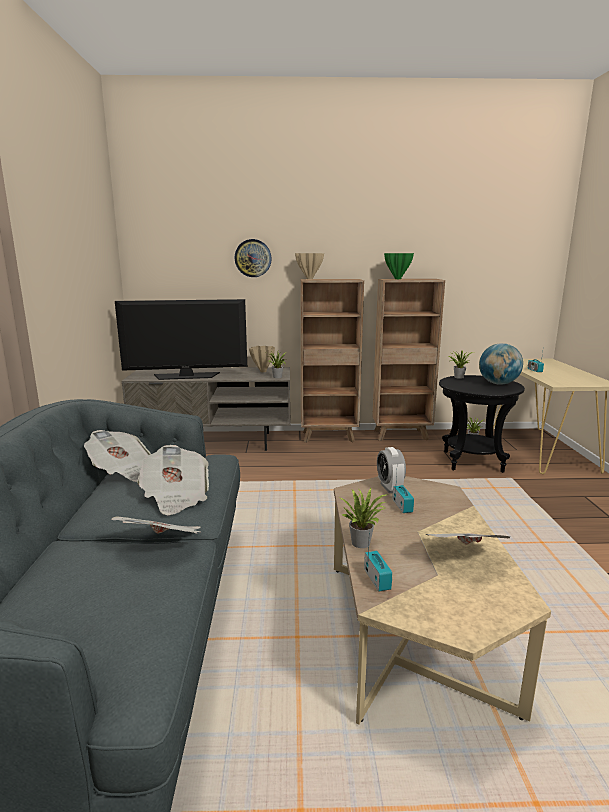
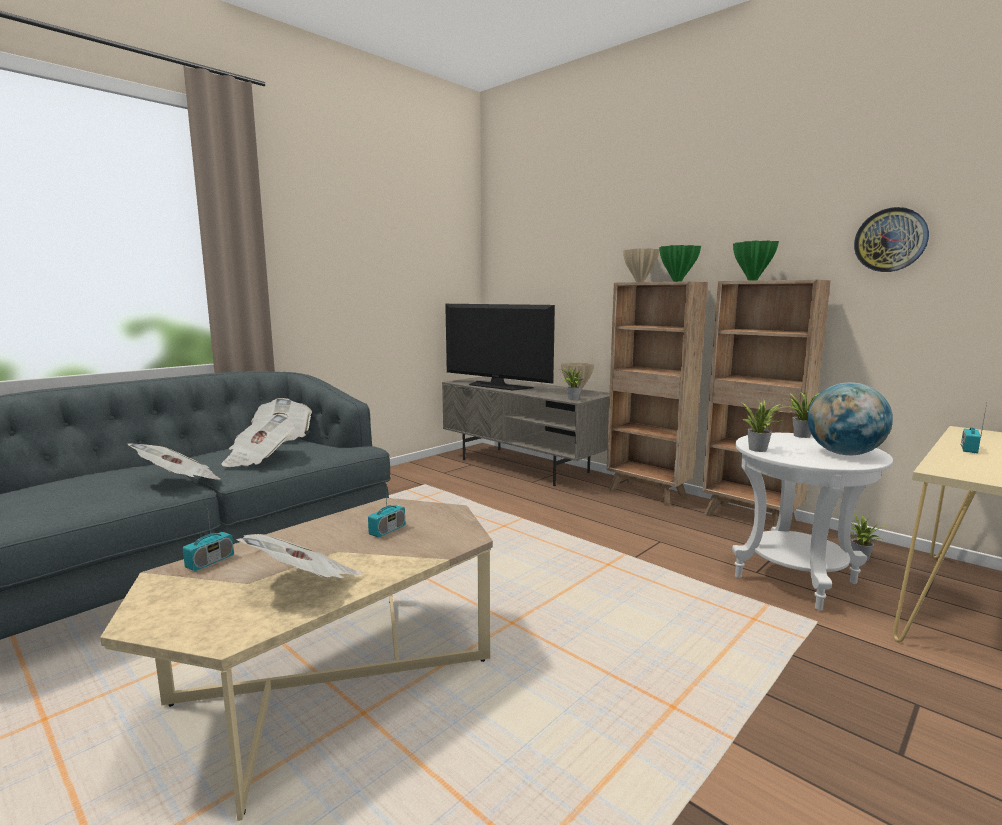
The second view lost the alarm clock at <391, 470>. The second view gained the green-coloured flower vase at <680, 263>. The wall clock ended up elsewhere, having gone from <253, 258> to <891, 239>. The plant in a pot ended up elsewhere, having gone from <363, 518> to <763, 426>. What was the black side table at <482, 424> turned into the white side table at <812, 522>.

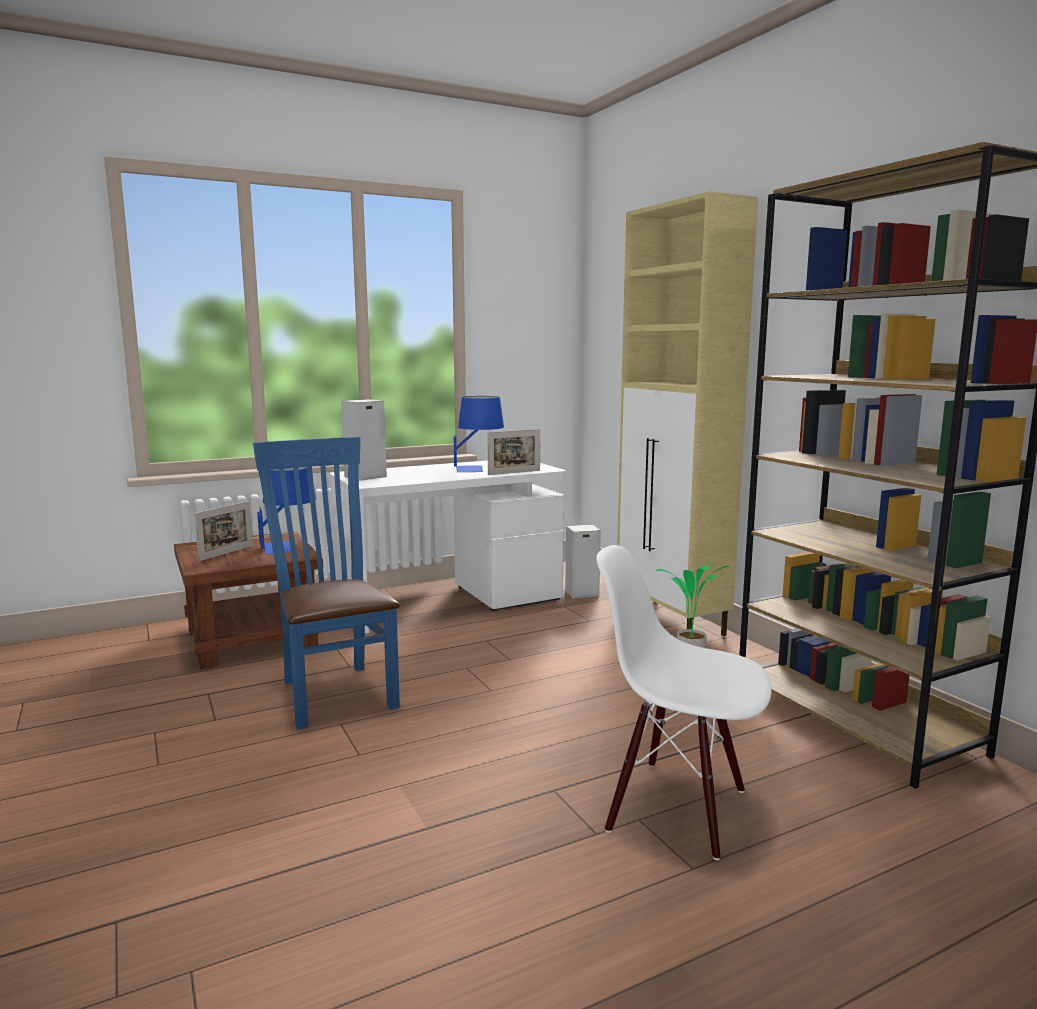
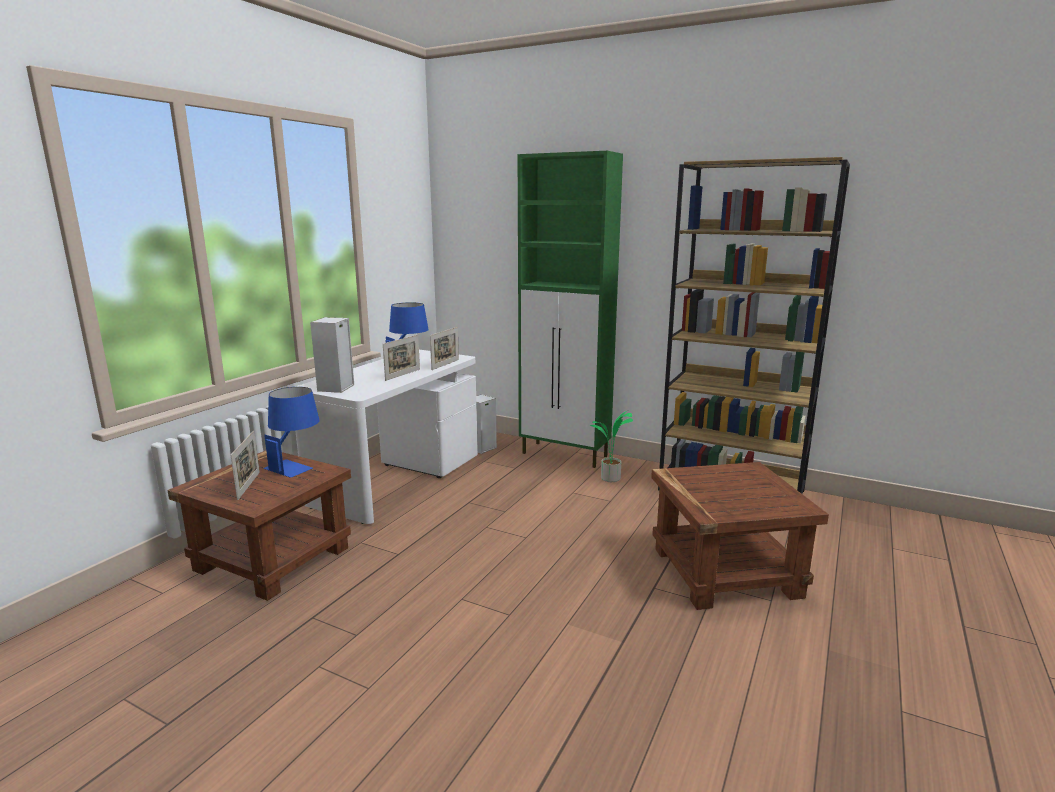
The second view lost the blue upright chair at <326, 583>. The second view gained the picture frame at <401, 358>. Where the white upright chair stood at <684, 702>, the brown-coloured side table came to stand at <740, 536>. What was the beige-coloured storage cabinet at <687, 413> turned into the green-coloured storage cabinet at <570, 309>.

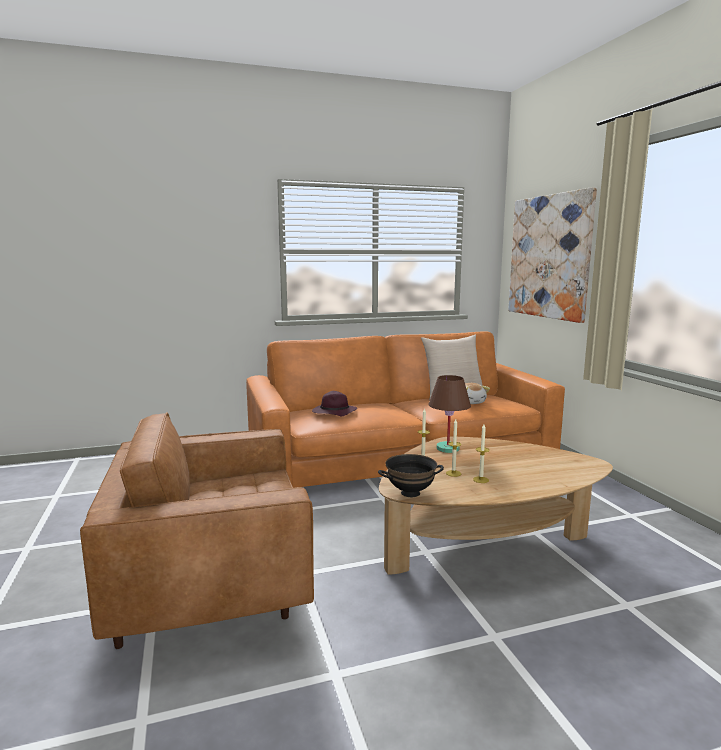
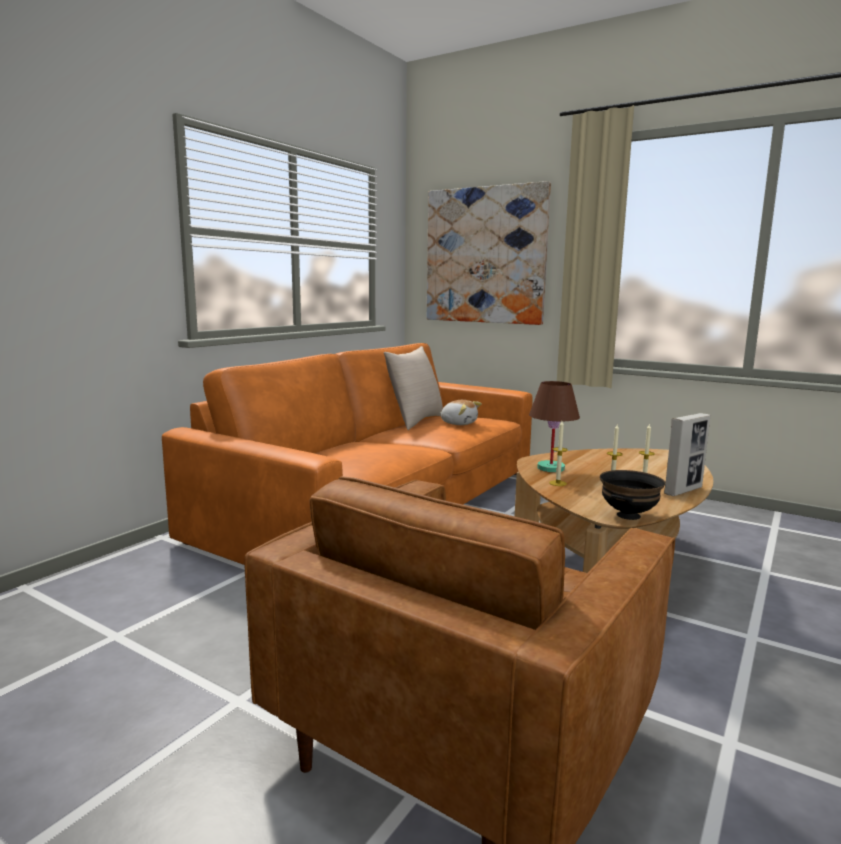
The second view lost the purplish clothing hat at <334, 404>. The second view gained the picture frame at <687, 454>.

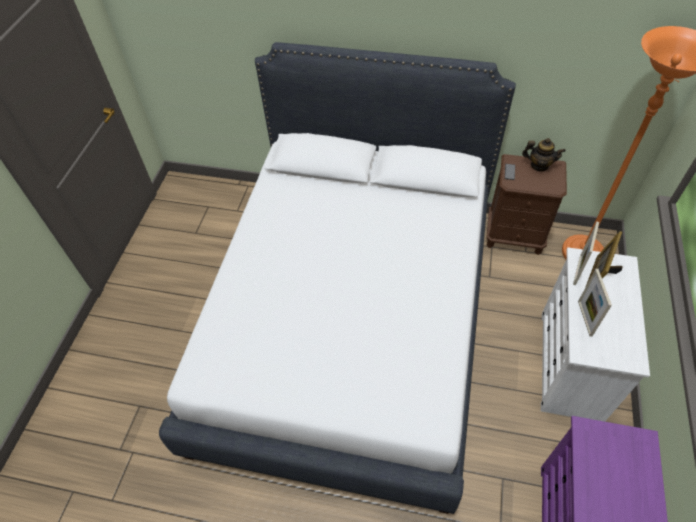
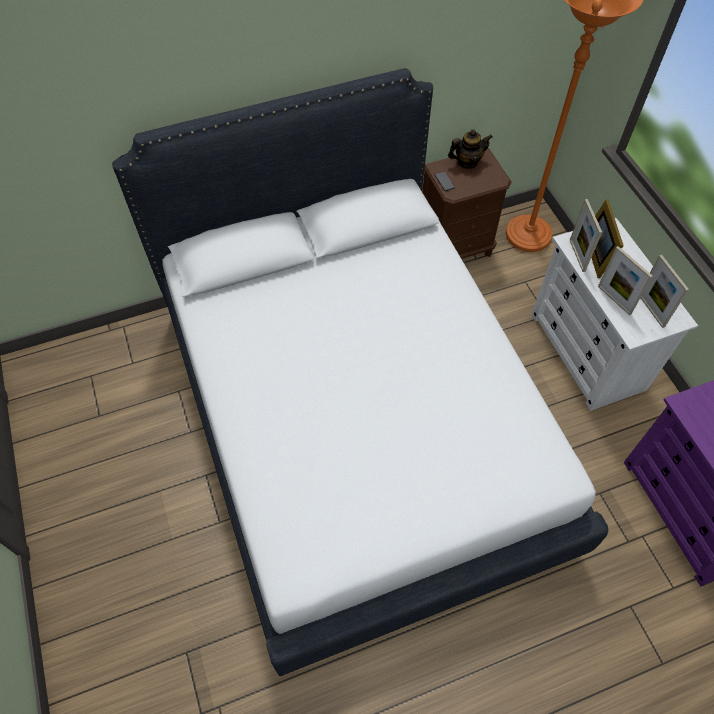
The second view gained the picture frame at <665, 291>.

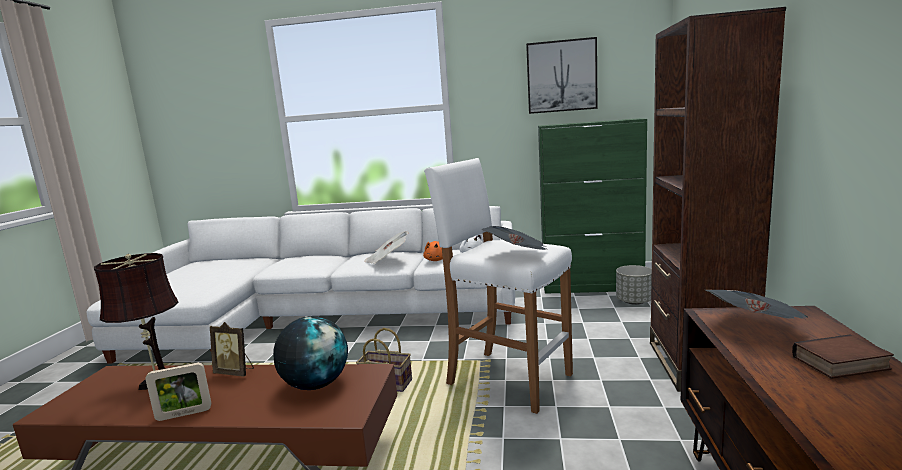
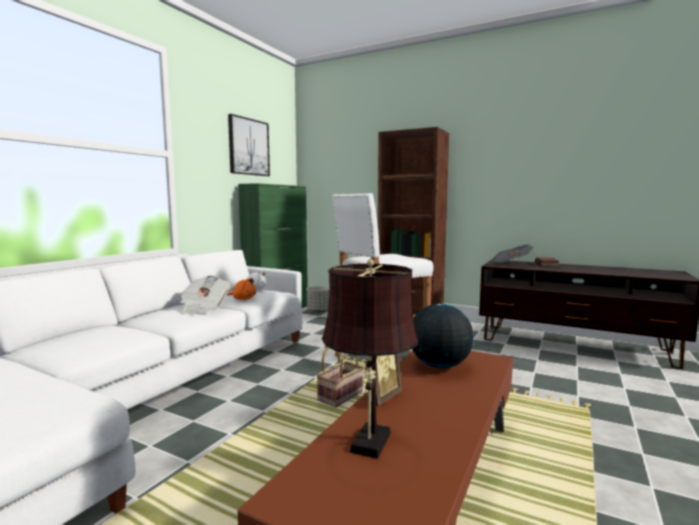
The second view lost the picture frame at <178, 391>. The second view lost the newspaper at <514, 238>.

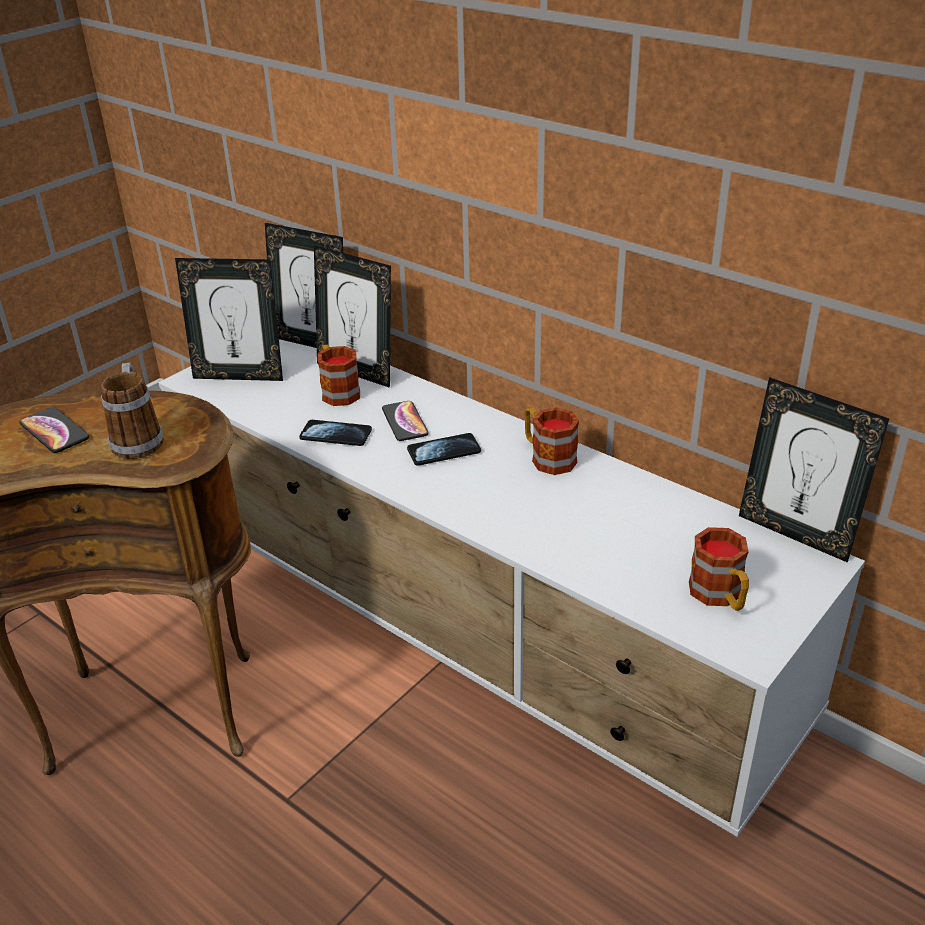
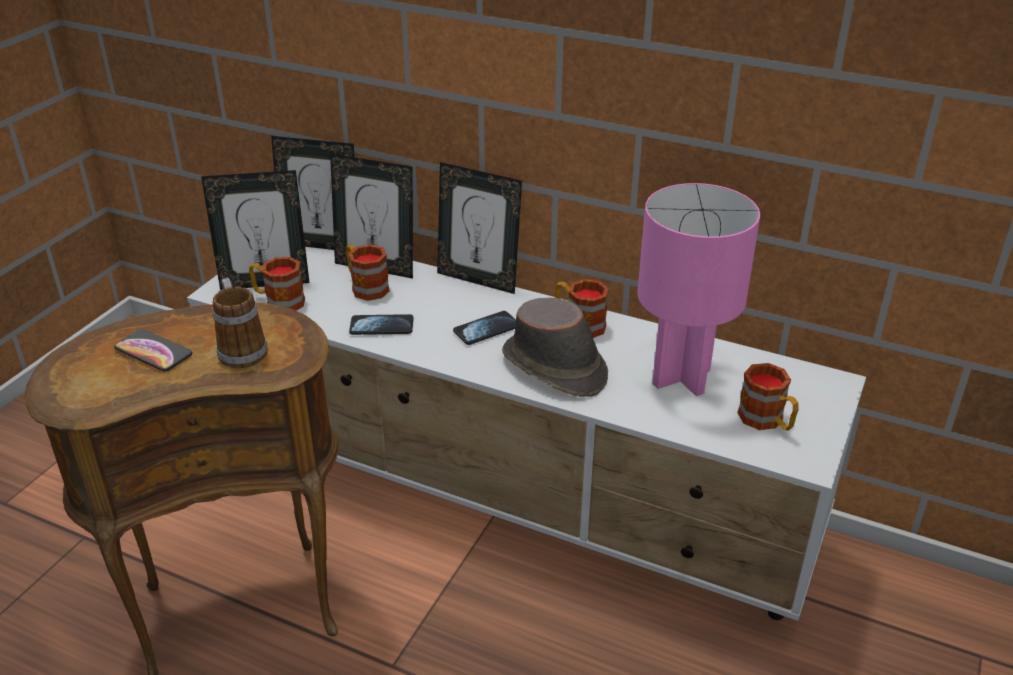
The second view lost the handset at <405, 421>. The second view gained the mug at <277, 284>. The second view gained the brown-coloured clothing hat at <555, 347>. The second view gained the pink-coloured table lamp at <699, 289>. The picture frame ended up elsewhere, having gone from <814, 470> to <479, 228>.

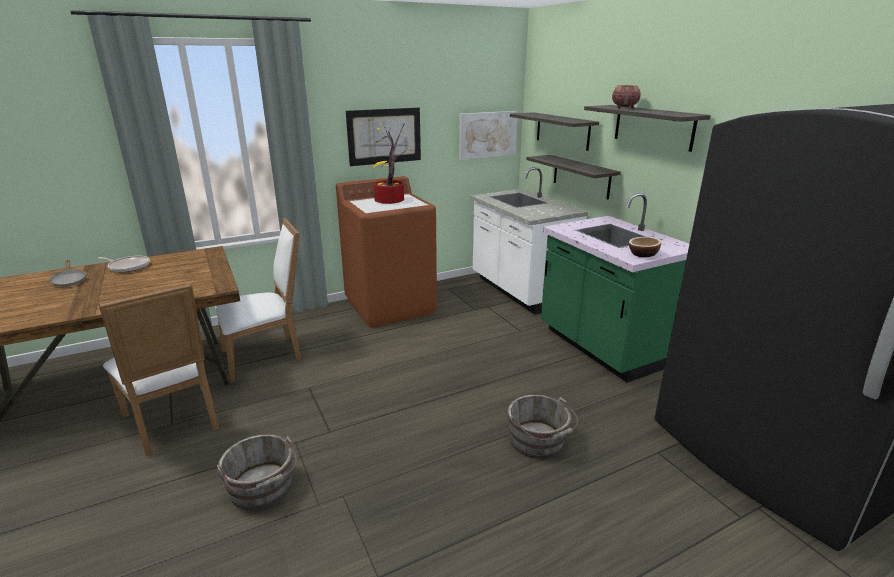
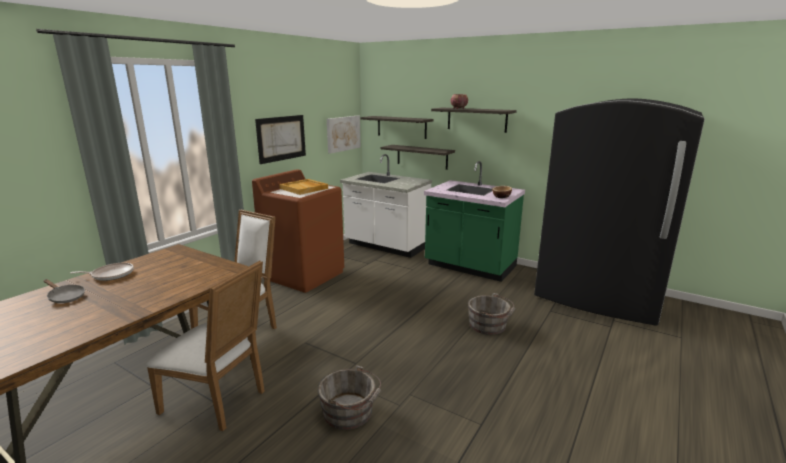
Where the plant in a pot stood at <392, 164>, the beige-coloured tray came to stand at <303, 187>.

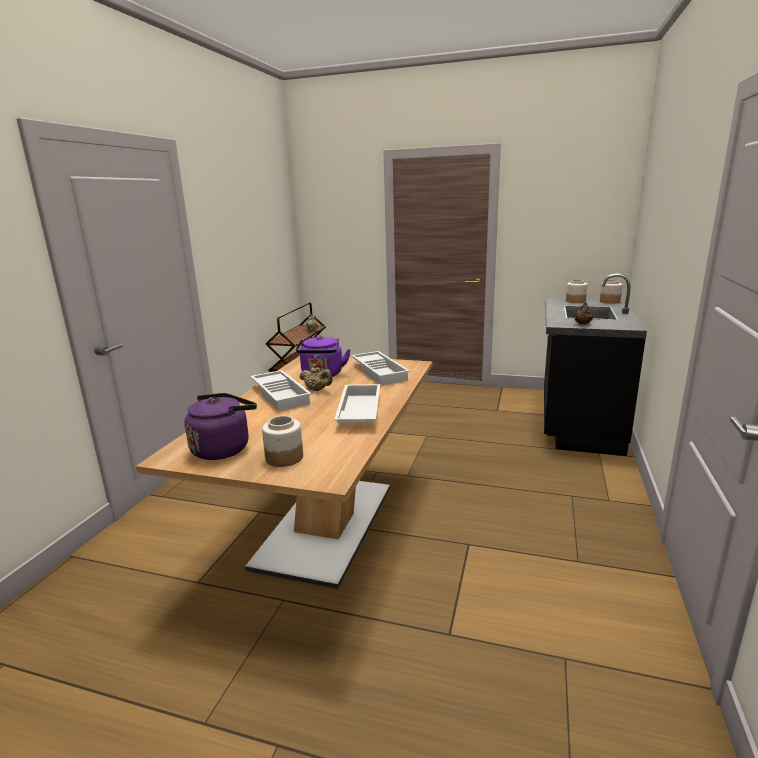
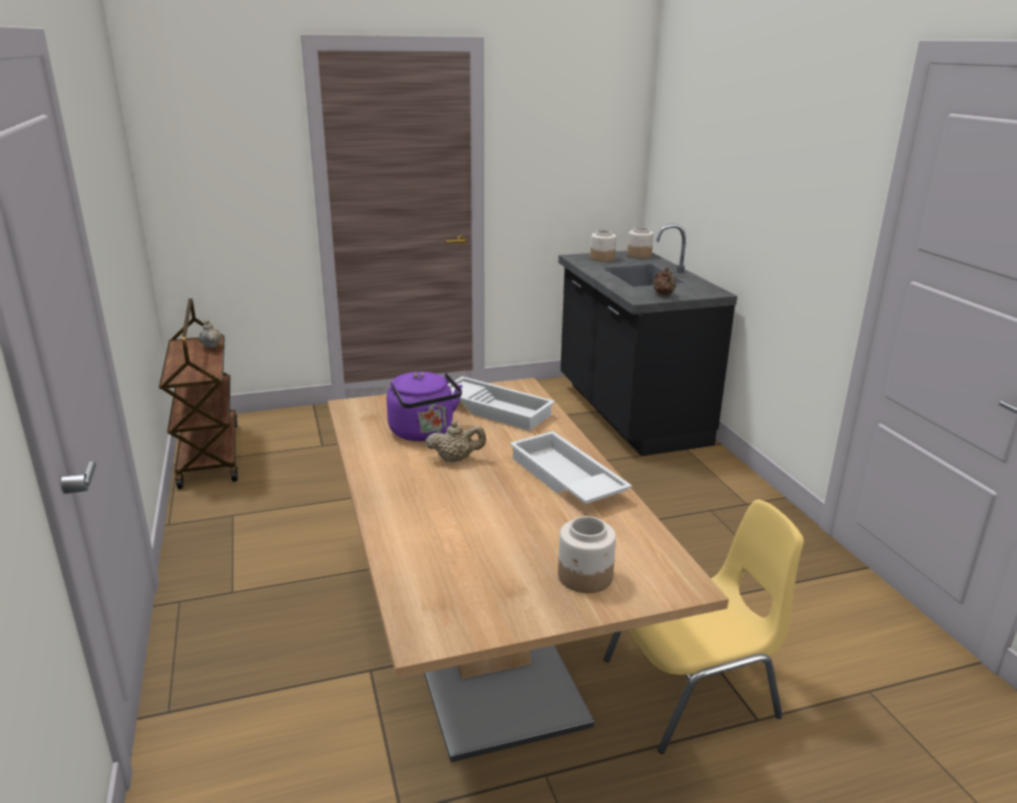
The second view lost the purplish water kettle at <221, 426>. The second view lost the white tray at <281, 390>. The second view gained the yellow upright chair at <704, 626>.

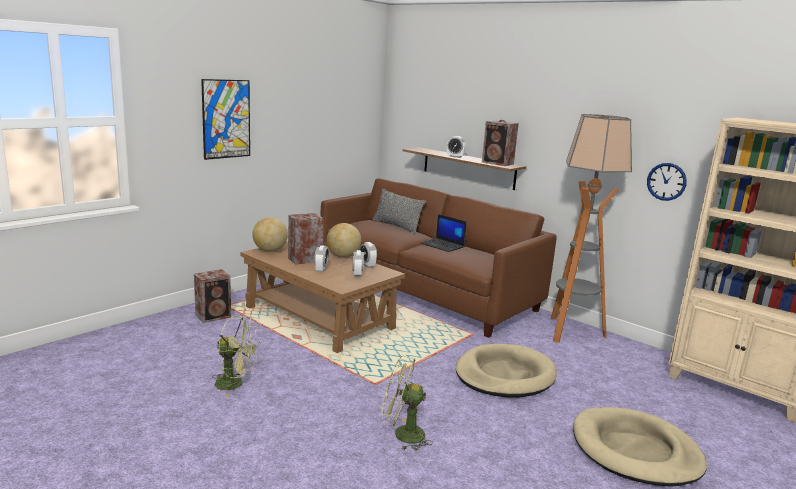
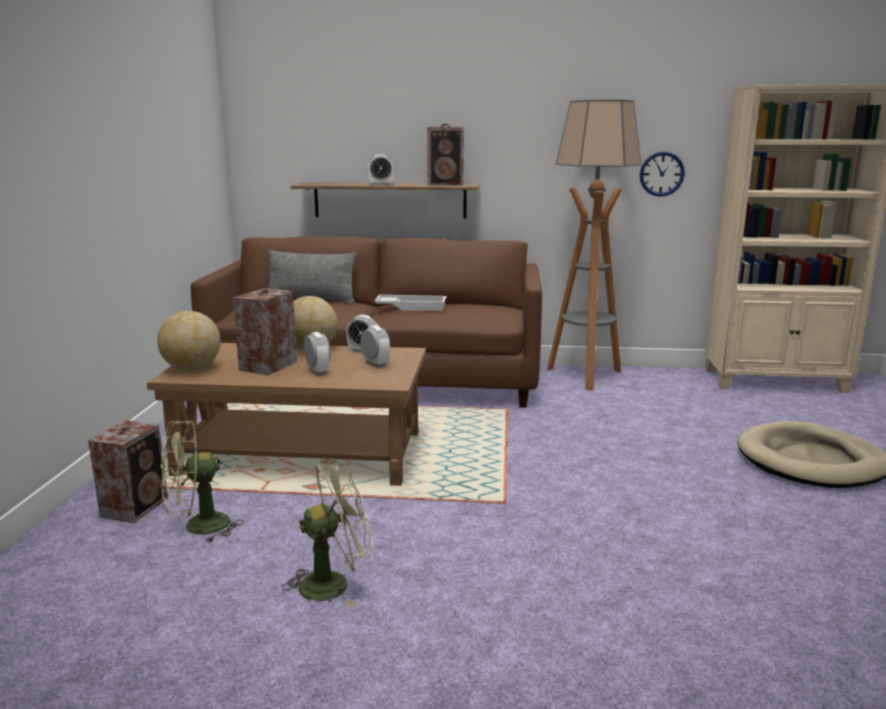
The second view lost the wall art at <225, 119>. The second view lost the beige-coloured dog bed at <506, 371>. The green-coloured cooling fan ended up elsewhere, having gone from <407, 402> to <202, 481>. Where the portable computer stood at <444, 233>, the white tray came to stand at <410, 303>.

